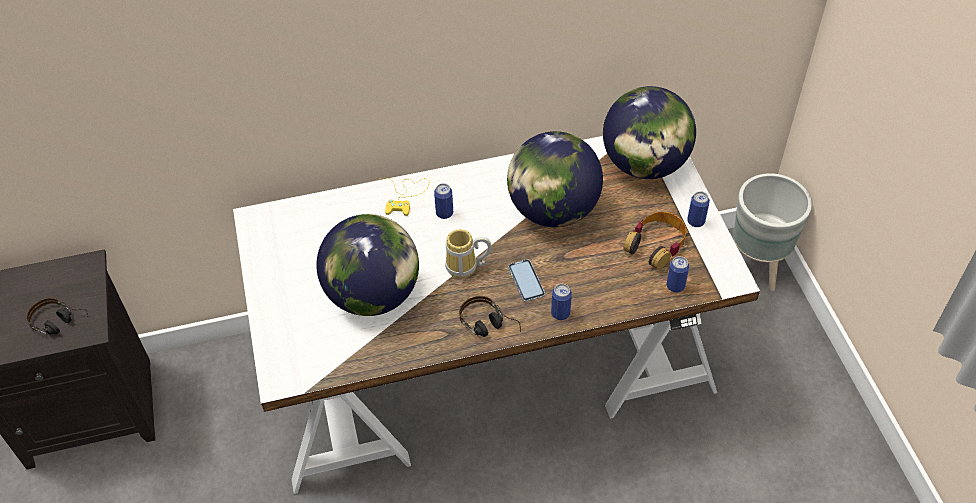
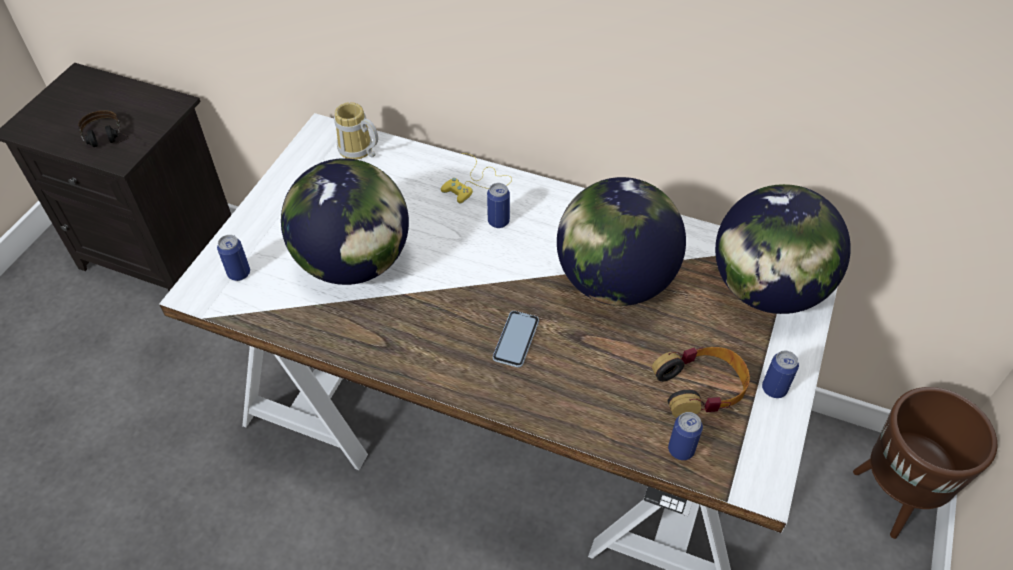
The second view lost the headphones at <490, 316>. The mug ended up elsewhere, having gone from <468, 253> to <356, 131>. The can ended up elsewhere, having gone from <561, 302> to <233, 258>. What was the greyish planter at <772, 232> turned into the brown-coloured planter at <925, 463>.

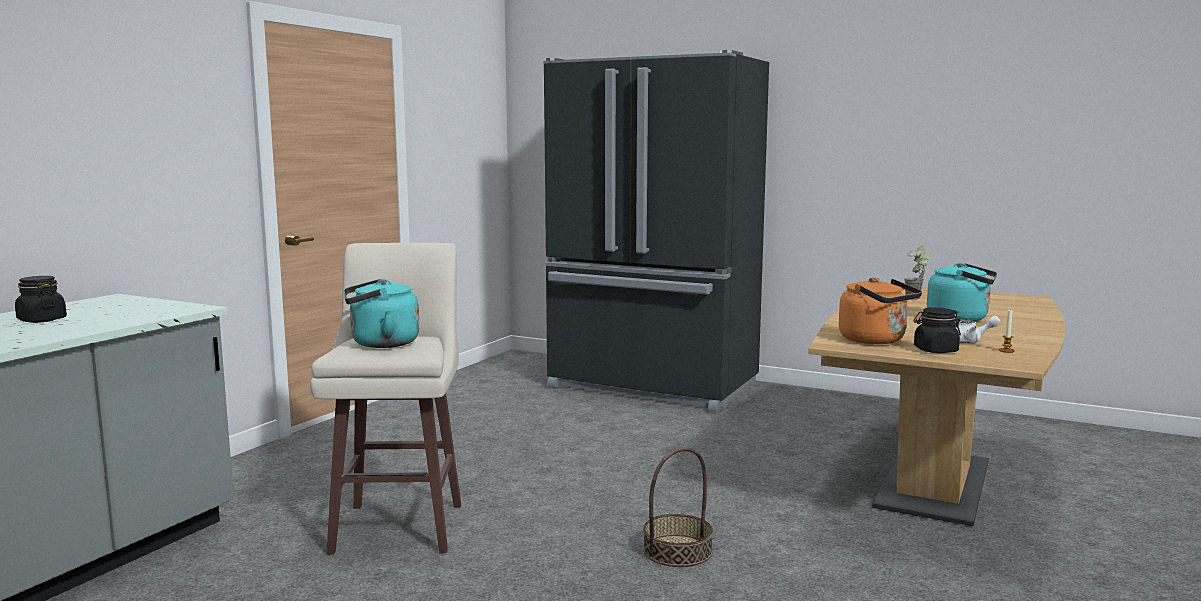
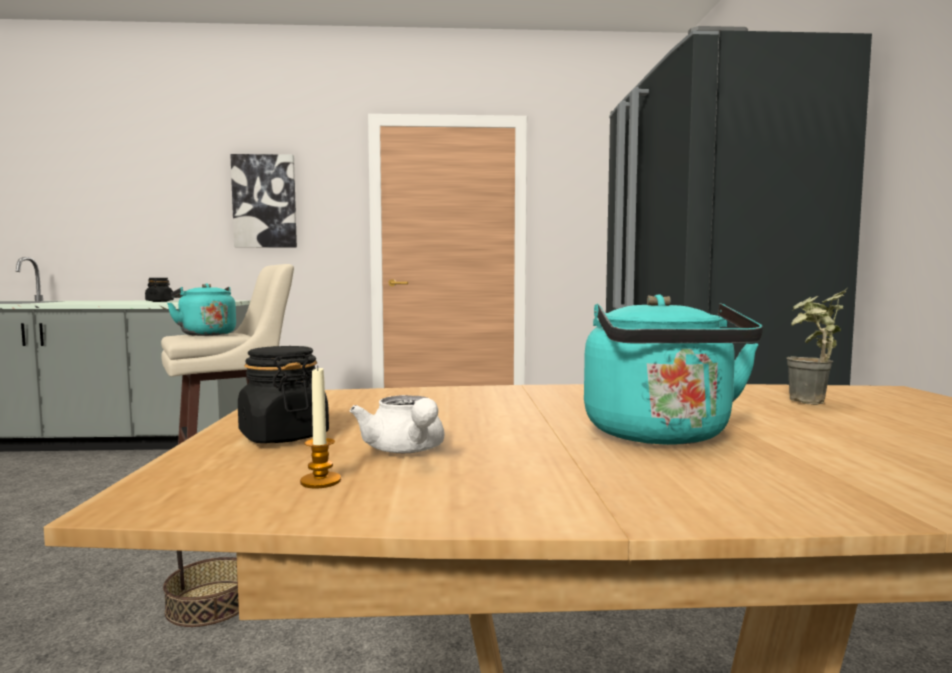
The second view lost the orange water kettle at <880, 310>. The second view gained the wall art at <263, 200>.

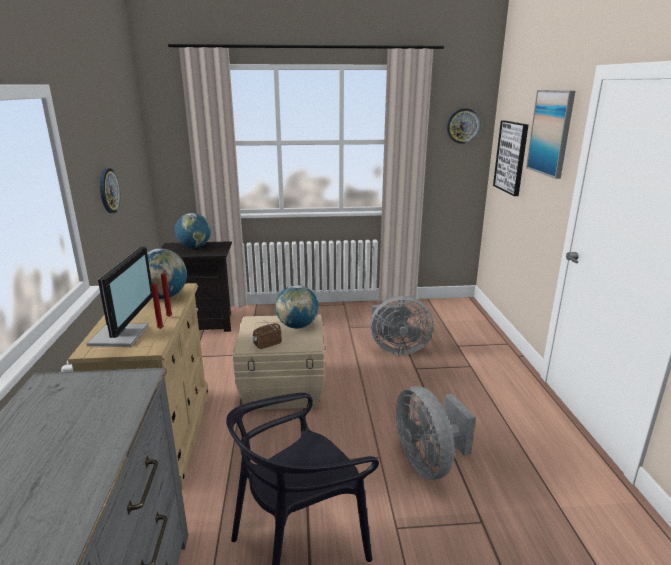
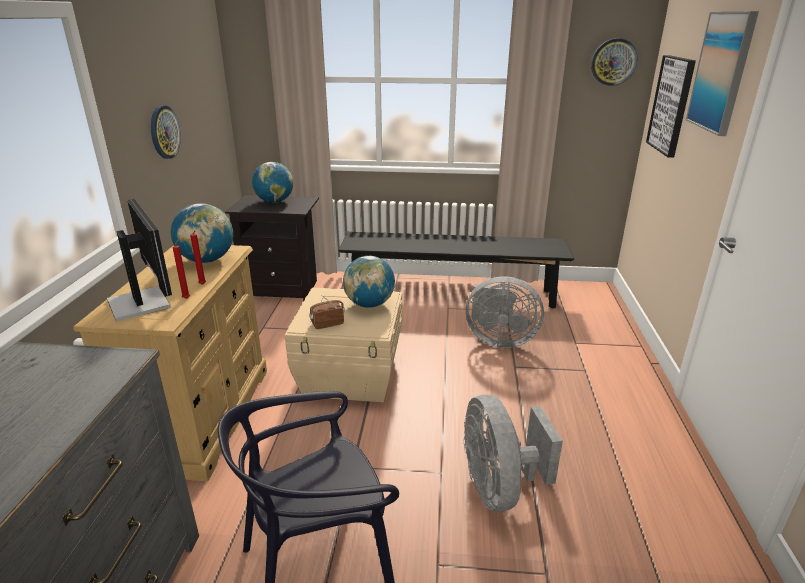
The second view gained the black long seat at <456, 270>. The computer display at <120, 297> ended up facing another way, 45 degrees counterclockwise from before.

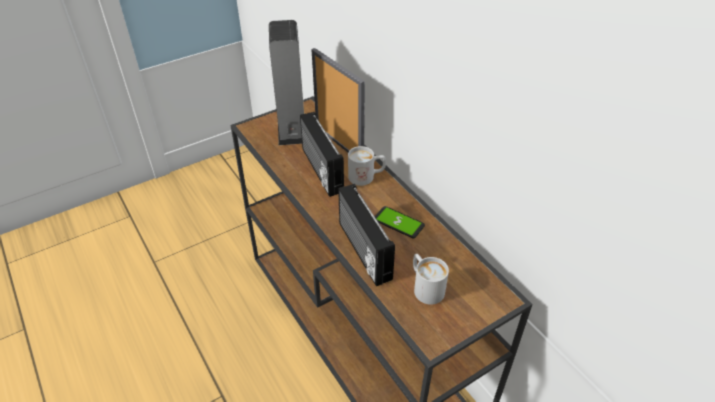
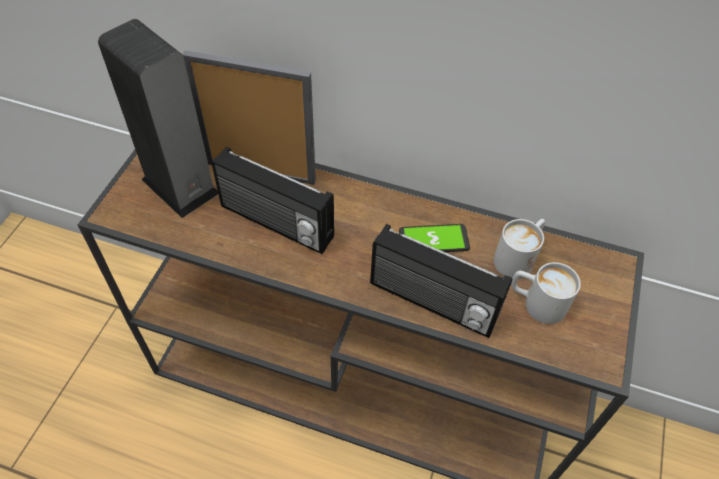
The white mug ended up elsewhere, having gone from <367, 166> to <519, 249>.

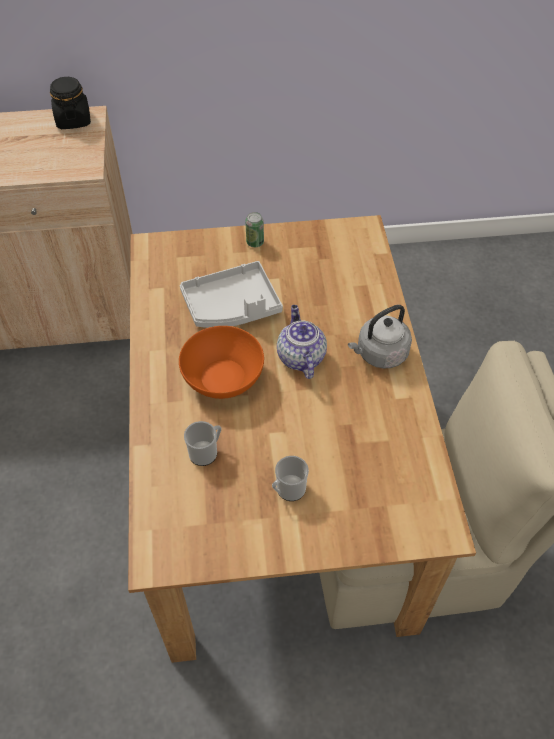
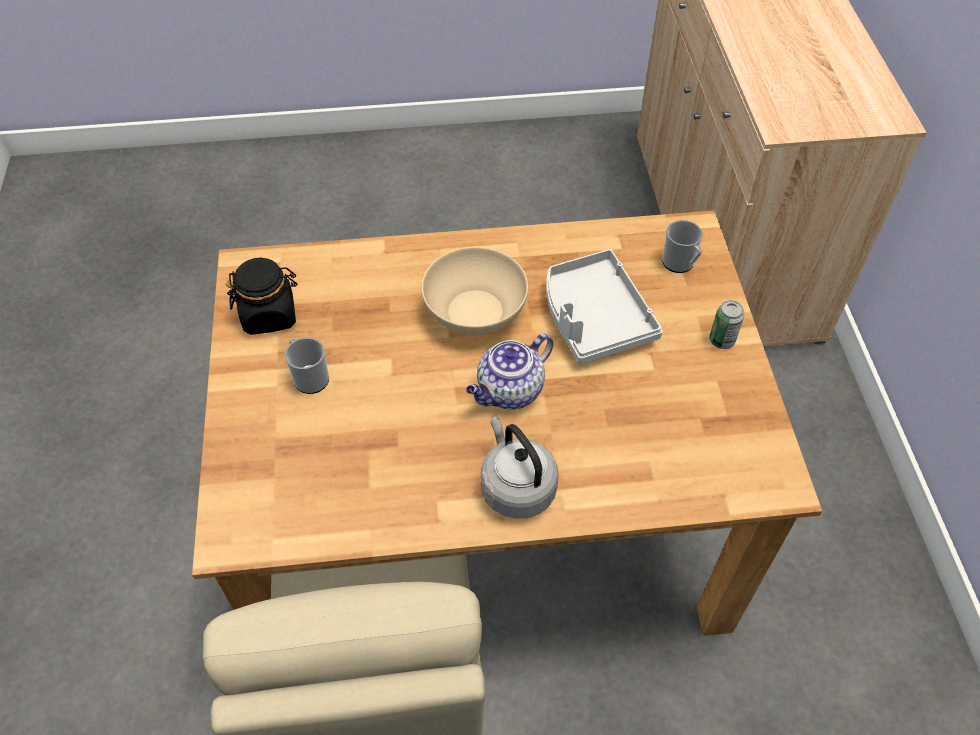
The black jar ended up elsewhere, having gone from <70, 102> to <261, 296>. The mug ended up elsewhere, having gone from <202, 443> to <682, 246>. What was the orange deep dish at <221, 362> turned into the beige-coloured deep dish at <474, 291>. The pot for tea at <302, 342> ended up facing another way, 150 degrees clockwise from before.

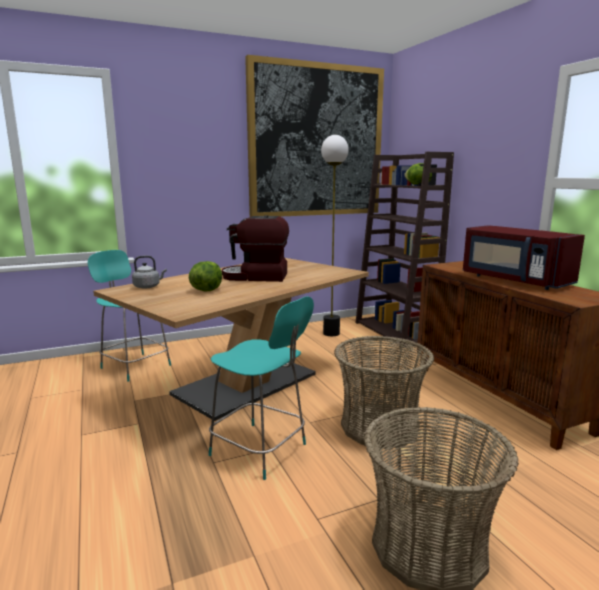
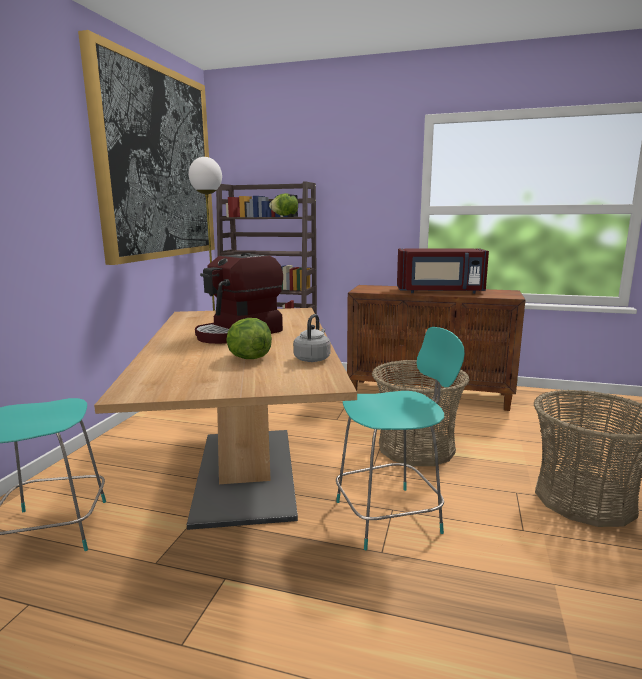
The greyish water kettle ended up elsewhere, having gone from <149, 272> to <312, 338>.

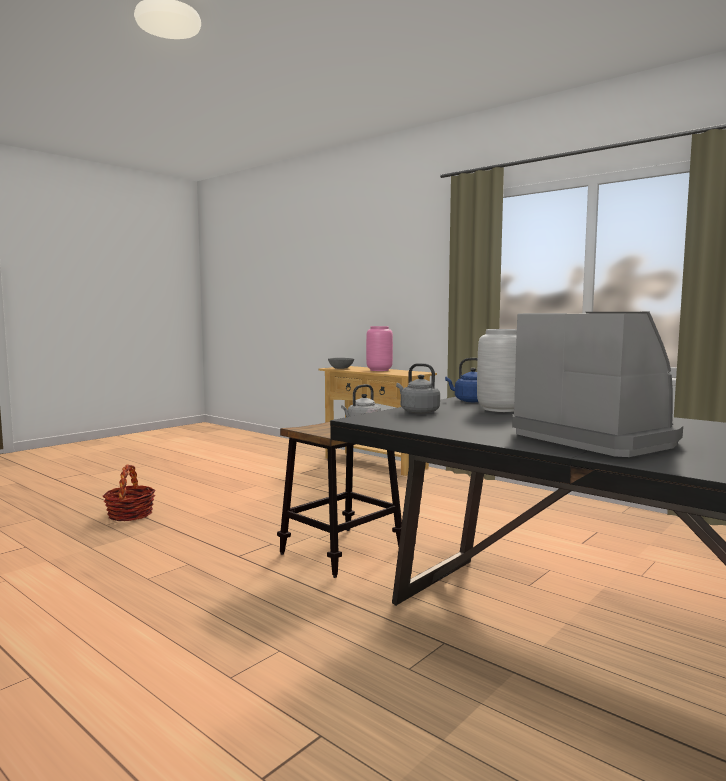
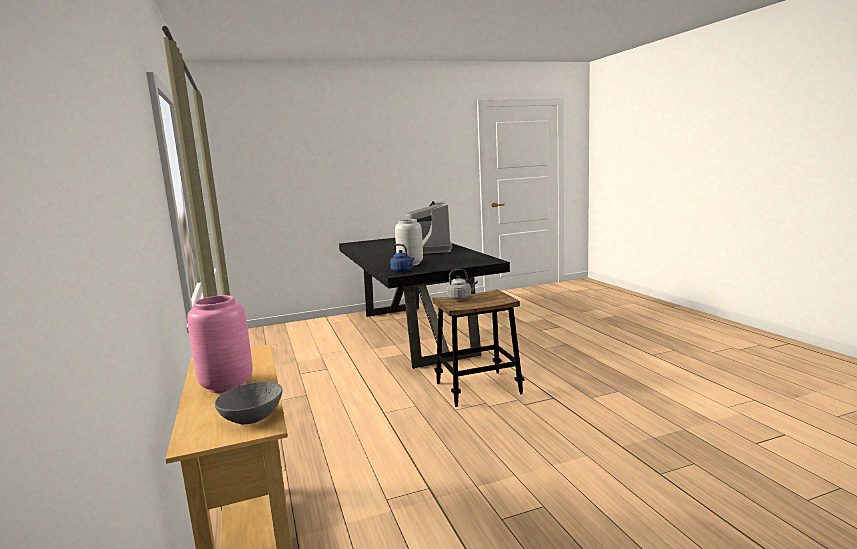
The second view lost the household basket at <129, 492>. The second view lost the greyish water kettle at <418, 388>.

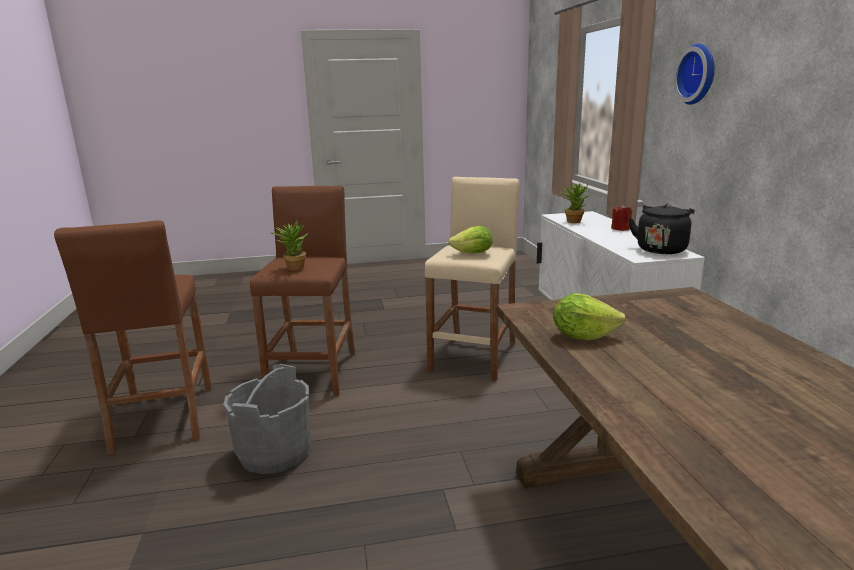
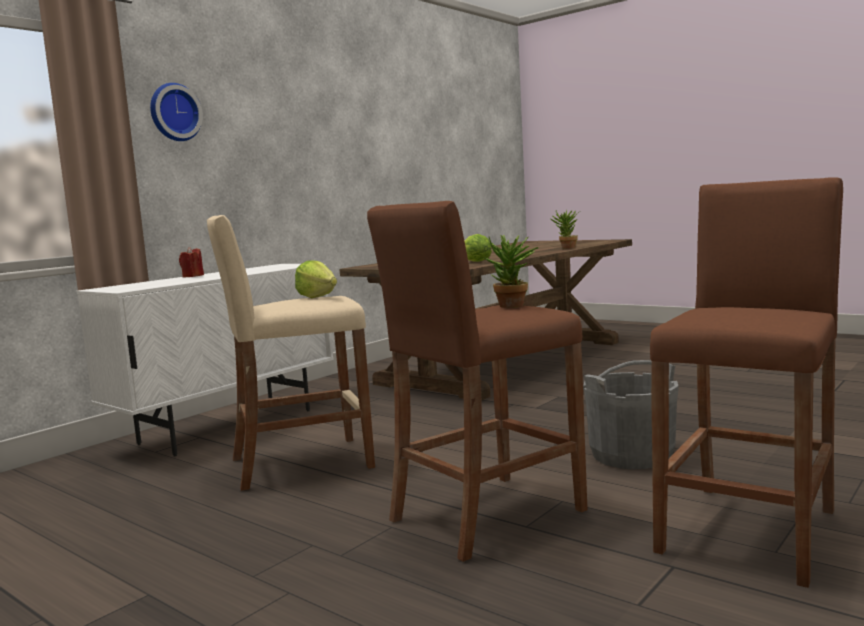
The second view lost the black water kettle at <661, 229>. The plant in a pot ended up elsewhere, having gone from <575, 202> to <565, 229>.

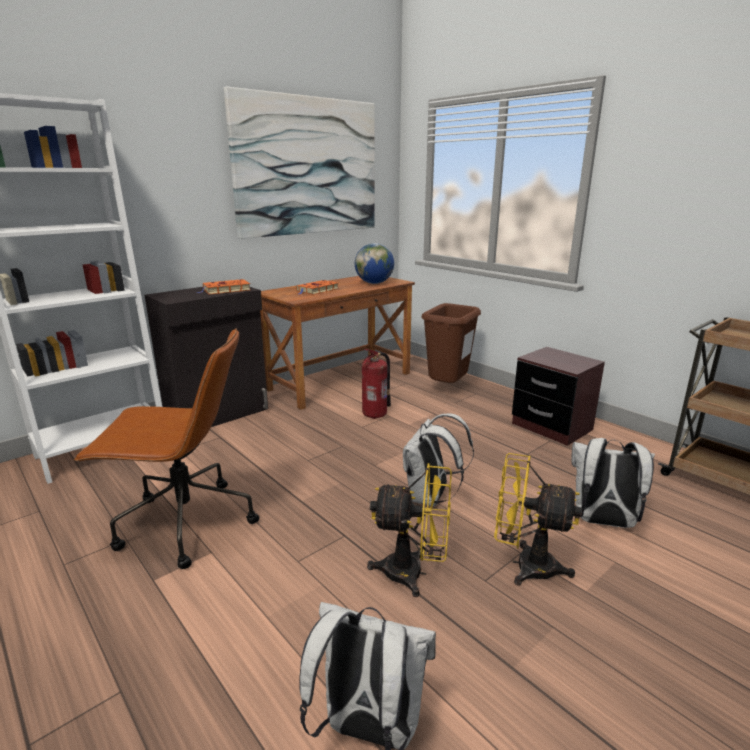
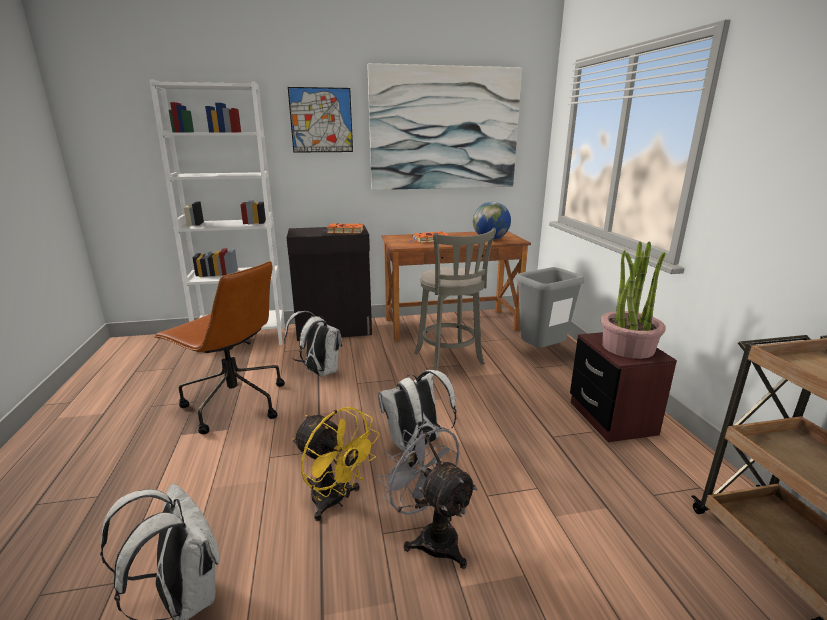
The second view gained the wall art at <320, 120>. The second view gained the plant in a pot at <633, 300>. The white rucksack ended up elsewhere, having gone from <613, 483> to <313, 344>. Where the fire extinguisher stood at <376, 384>, the greyish stool seat came to stand at <455, 299>. What was the brown-coloured rubbish bin at <451, 343> turned into the greyish rubbish bin at <550, 307>. What was the yellow cooling fan at <538, 519> turned into the greyish cooling fan at <428, 495>.

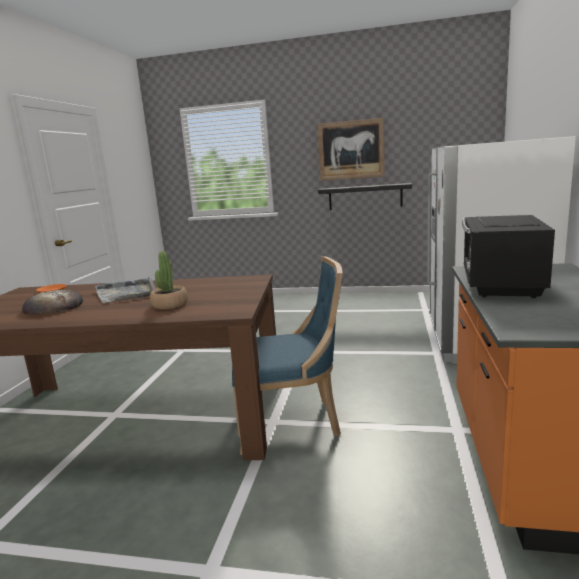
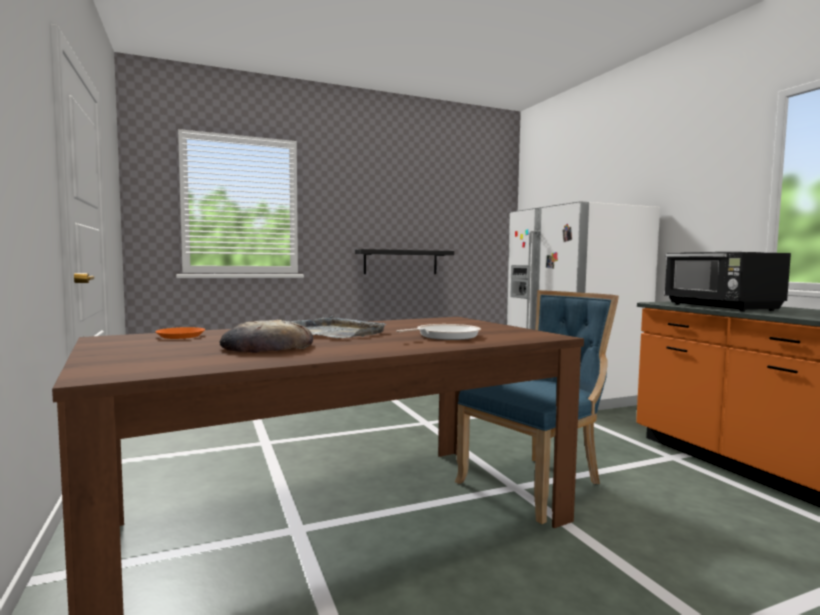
The second view lost the wall art at <351, 149>. Where the plant in a pot stood at <169, 280>, the skillet came to stand at <438, 332>.

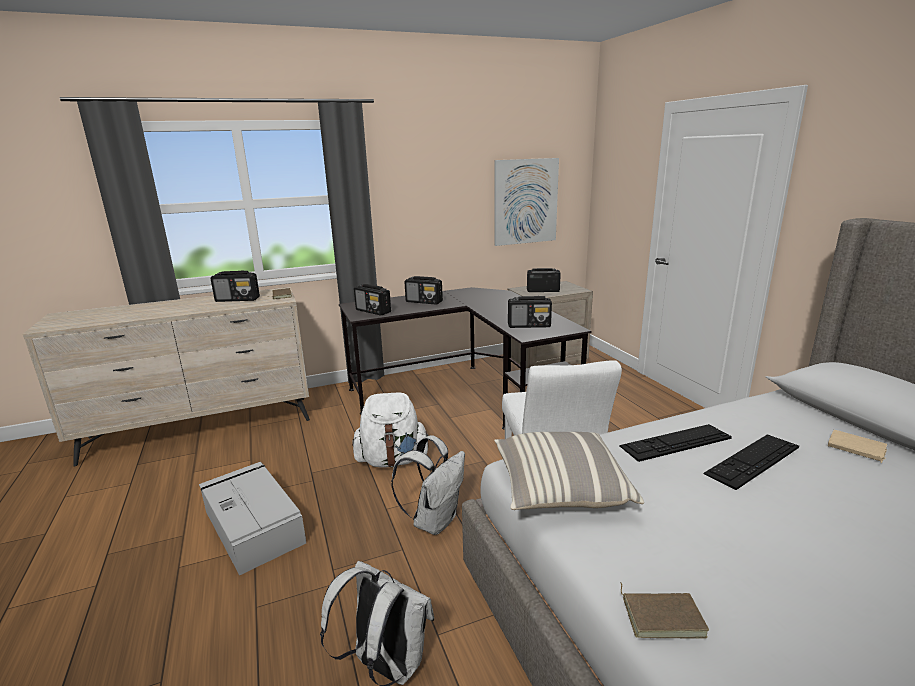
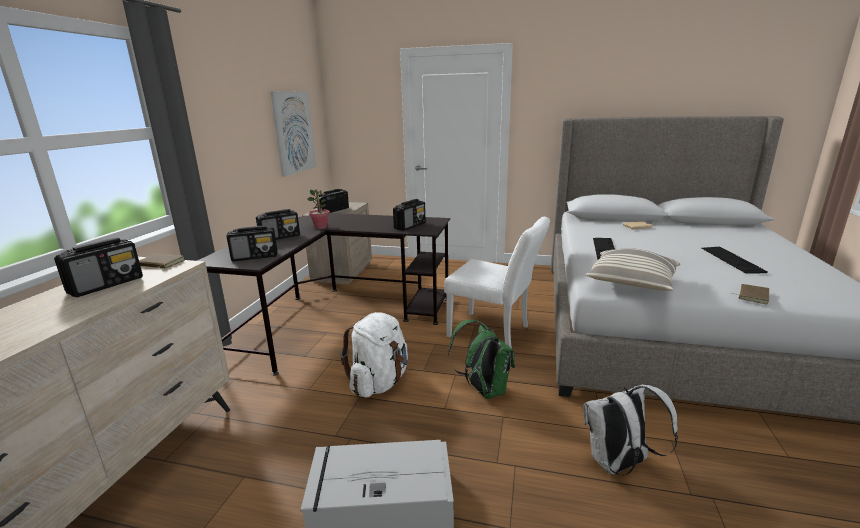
The second view gained the plant in a pot at <318, 209>. The keyboard ended up elsewhere, having gone from <751, 462> to <734, 260>. What was the white rucksack at <428, 485> turned into the green-coloured rucksack at <481, 359>.

